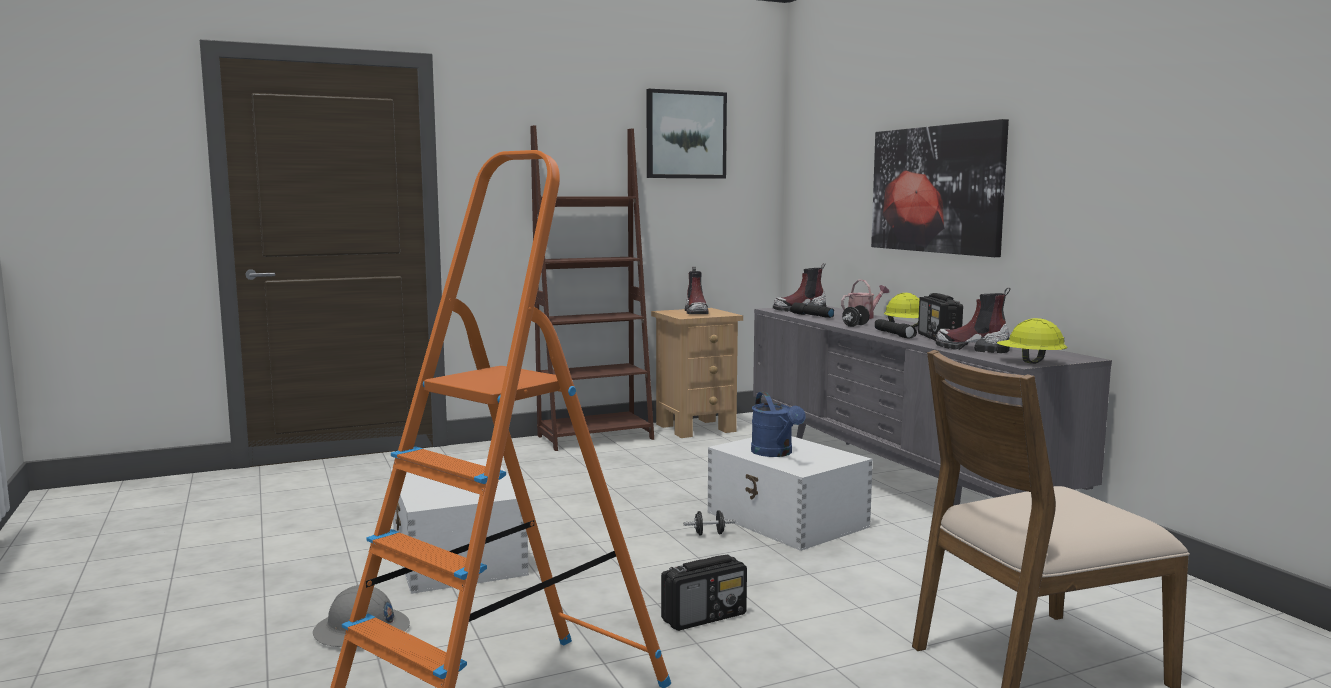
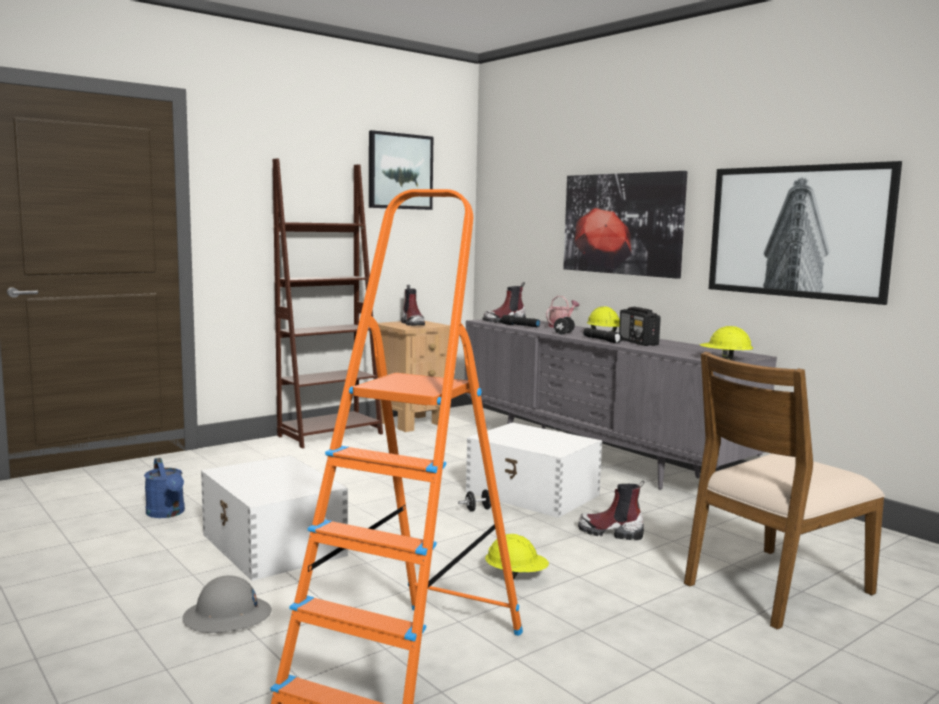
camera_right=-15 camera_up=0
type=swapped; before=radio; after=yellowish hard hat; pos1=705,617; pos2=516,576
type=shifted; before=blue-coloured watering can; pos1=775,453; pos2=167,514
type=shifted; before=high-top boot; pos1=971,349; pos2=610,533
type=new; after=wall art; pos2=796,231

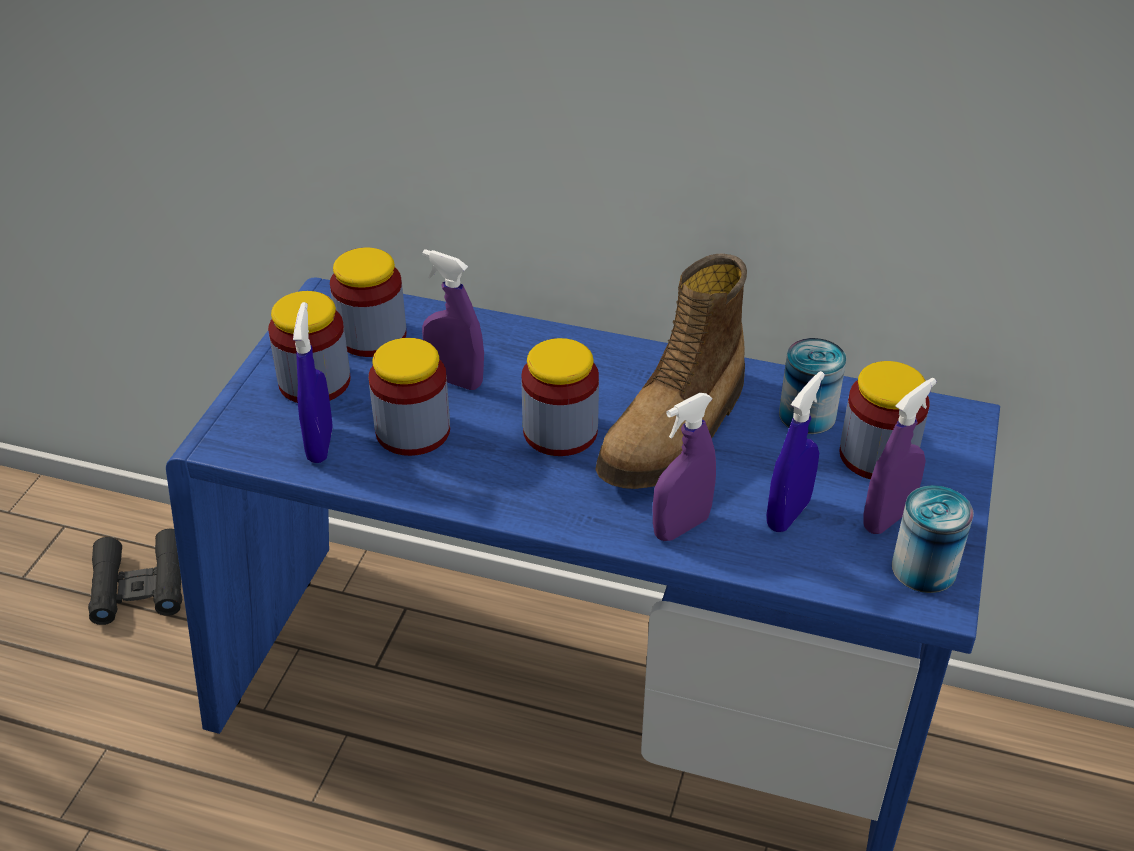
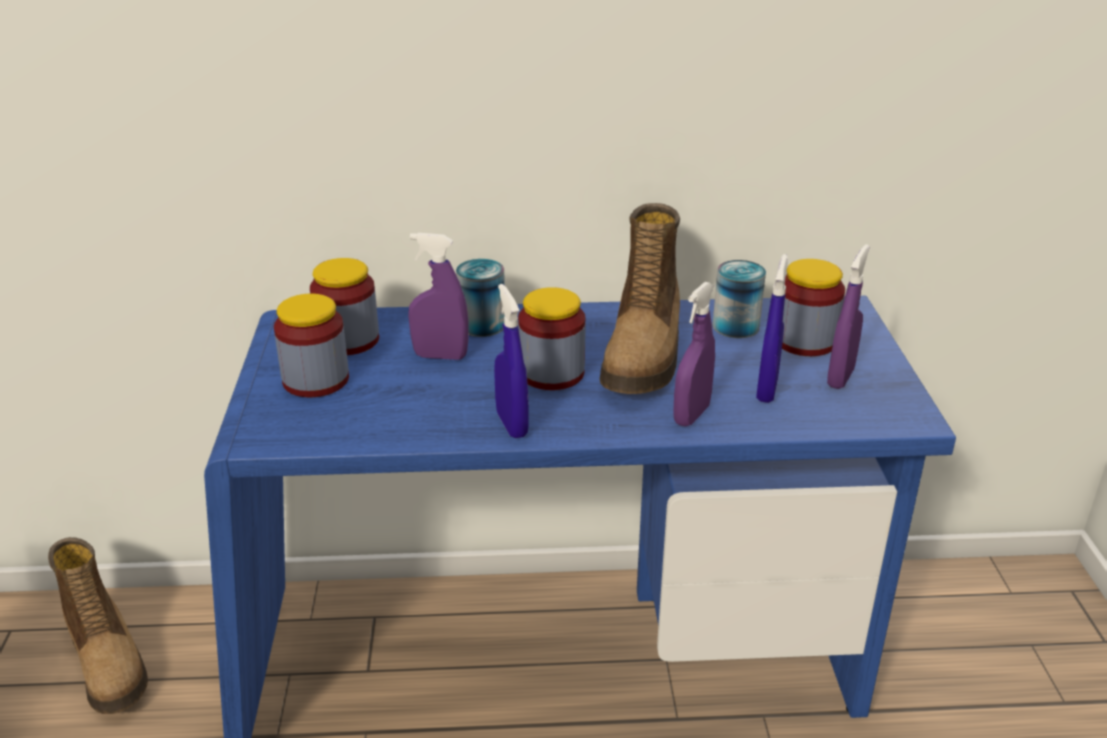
camera_right=-20 camera_up=-10
type=swapped; before=black pair of binoculars; after=high-top boot; pos1=139,585; pos2=109,662
type=shifted; before=blue-coloured spray bottle; pos1=320,444; pos2=512,424
type=gone; before=storage jar; pos1=413,431
type=shifted; before=metal can; pos1=924,568; pos2=482,325

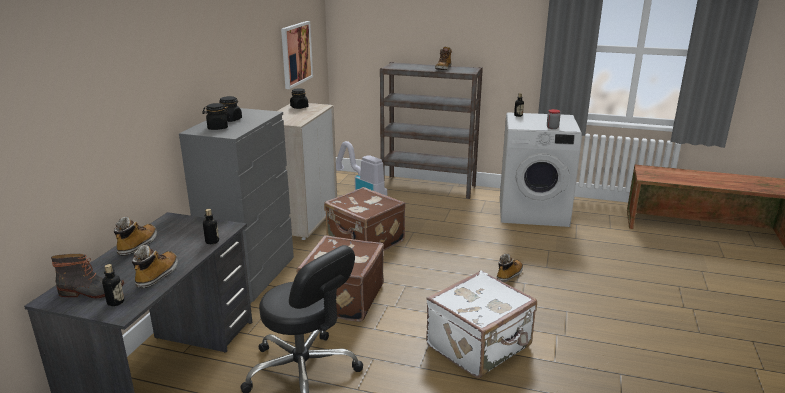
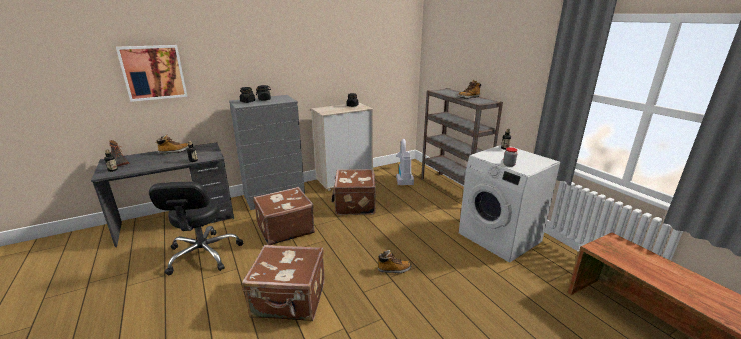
camera_right=45 camera_up=0
type=gone; before=high-top boot; pos1=157,275
type=shifted; before=wall art; pos1=296,54; pos2=153,72
type=repainted; before=whitish travel case; after=brownish travel case; pos1=480,346; pos2=289,300

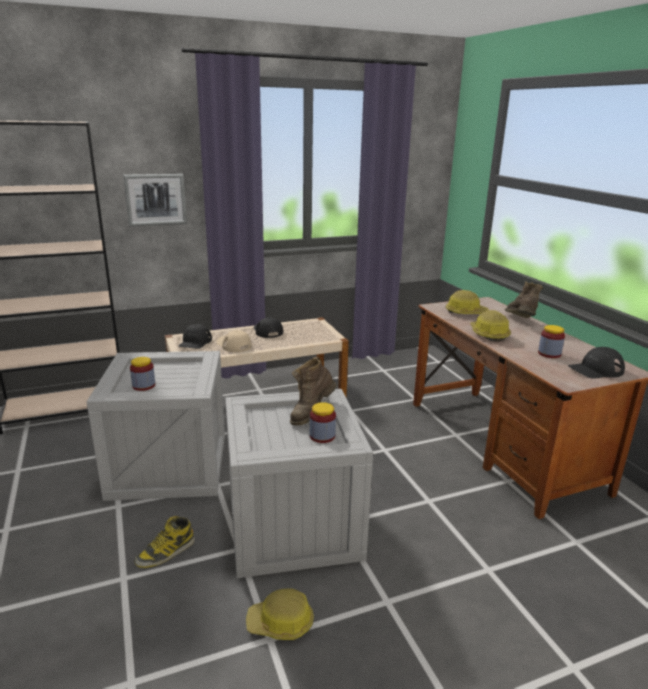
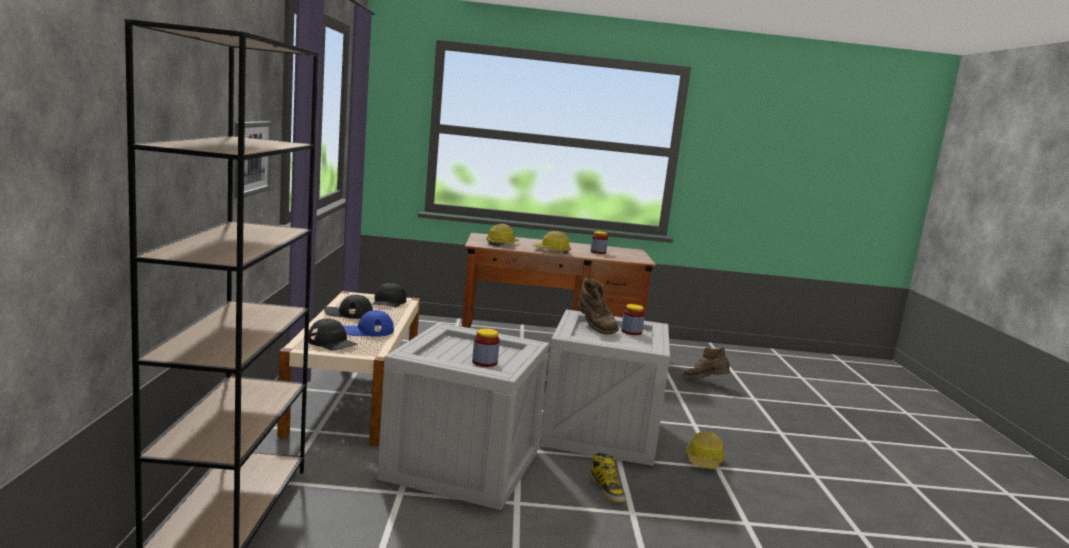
camera_right=-70 camera_up=-10
type=repainted; before=beige-coloured baseball cap; after=blue-coloured baseball cap; pos1=233,345; pos2=367,331
type=shifted; before=brownish high-top boot; pos1=520,321; pos2=704,382
type=shifted; before=black baseball cap; pos1=595,370; pos2=388,302

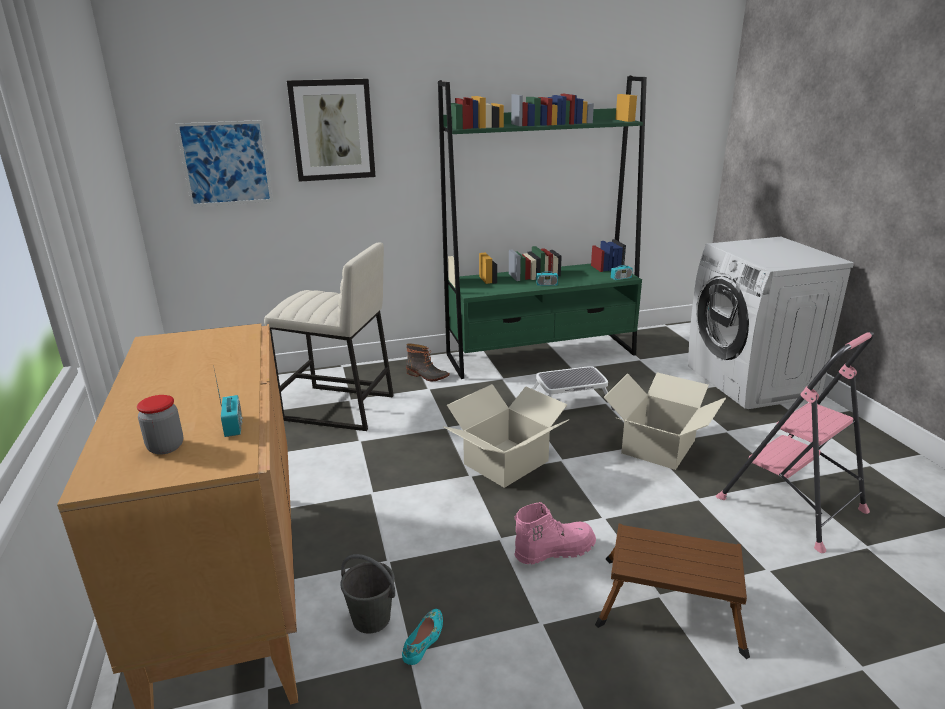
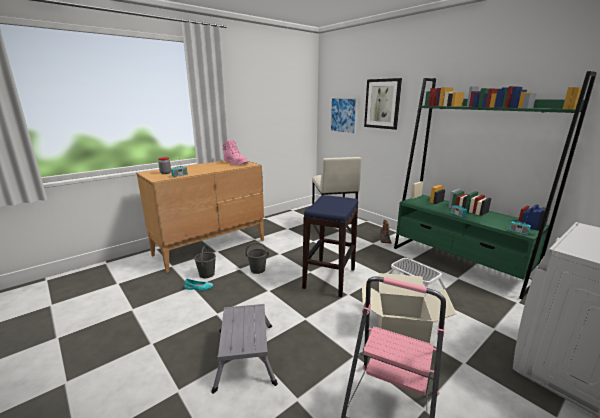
camera_right=65 camera_up=-5
type=swapped; before=packing box; after=sitting stool; pos1=507,462; pos2=329,278
type=shifted; before=pinkish high-top boot; pos1=554,550; pos2=236,163
type=repainted; before=brownish stepladder; after=gray stepladder; pos1=670,603; pos2=245,354
type=new; after=gray water bucket; pos2=258,270

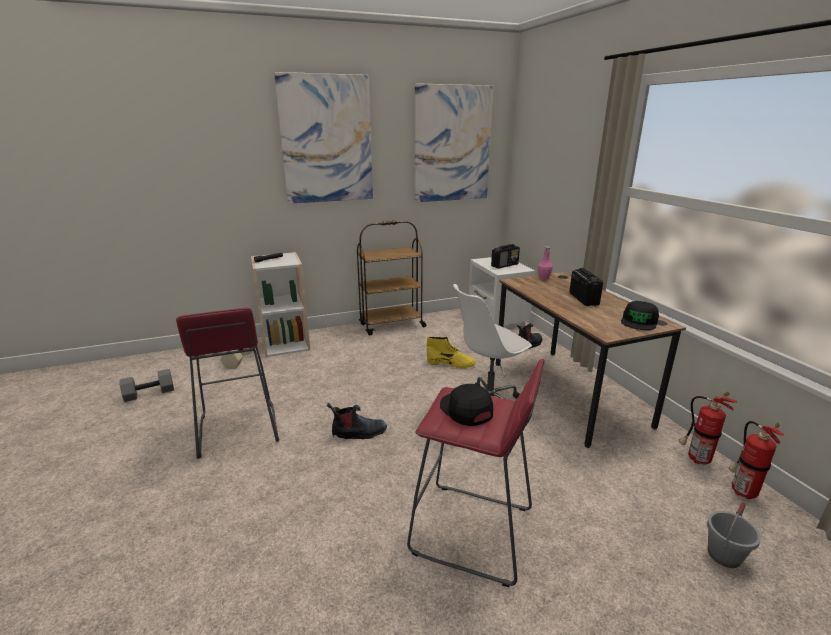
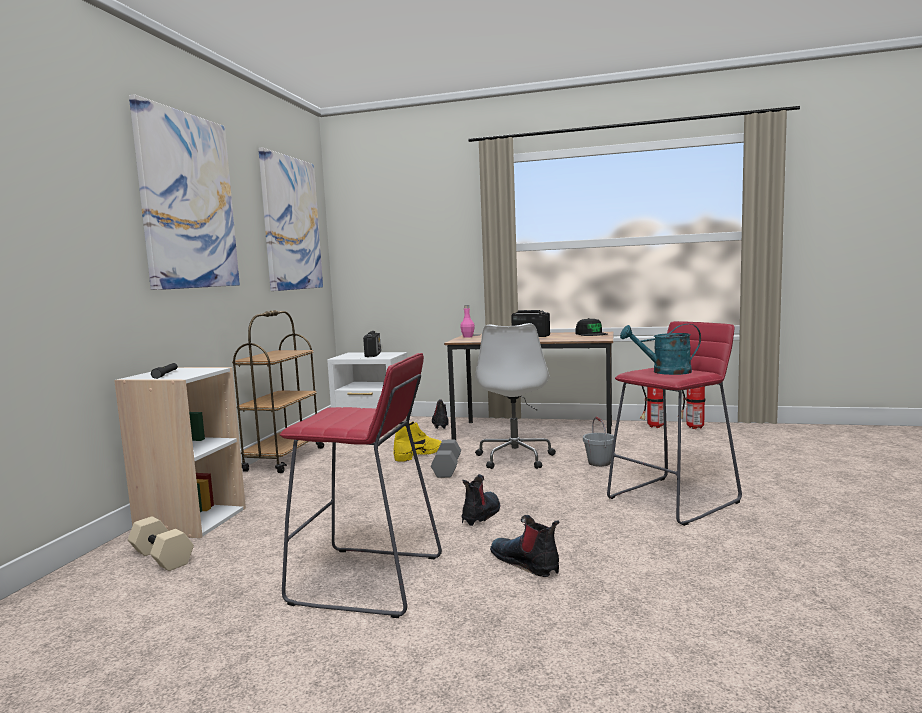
camera_right=-55 camera_up=-15
type=shifted; before=gray hand weight; pos1=150,393; pos2=446,468
type=swapped; before=black baseball cap; after=turquoise watering can; pos1=466,409; pos2=664,372
type=shifted; before=gray water bucket; pos1=724,555; pos2=599,463
type=new; after=high-top boot; pos2=526,563

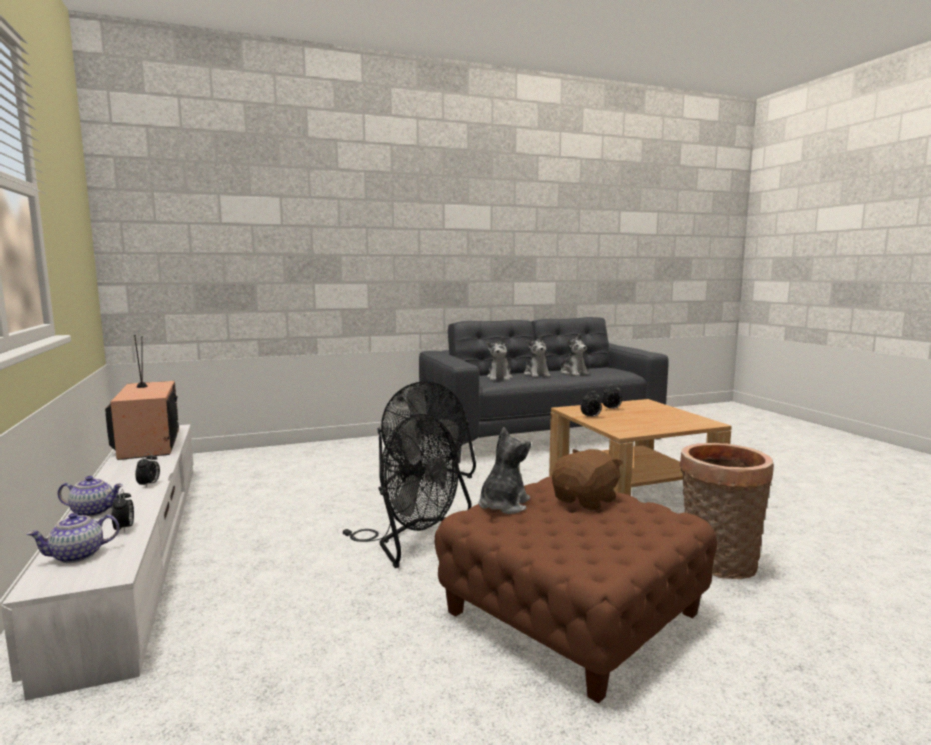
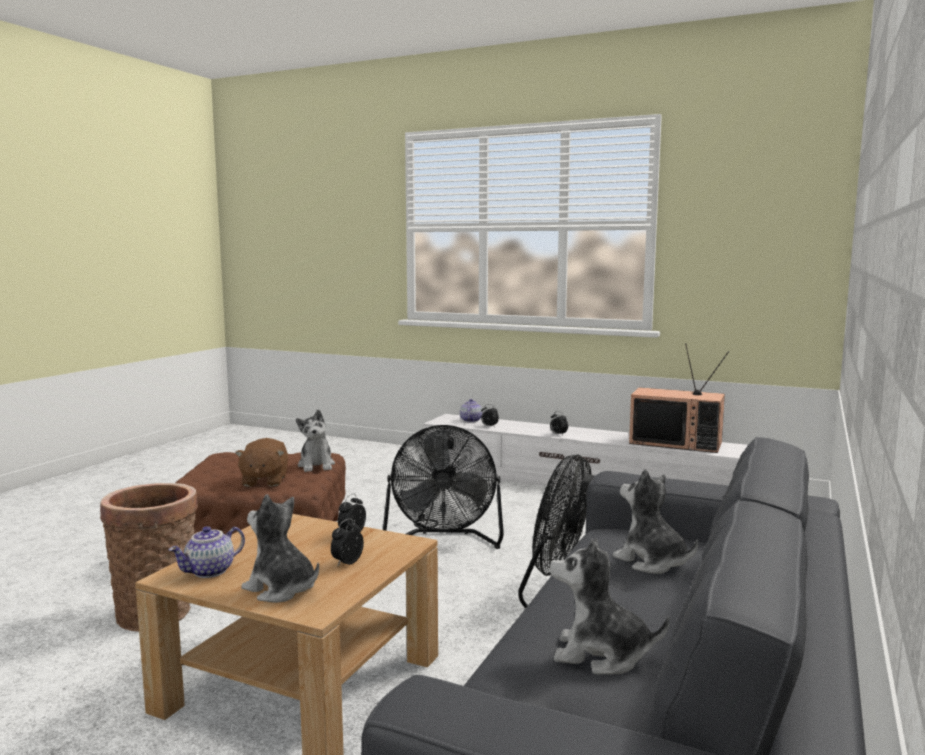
camera_right=135 camera_up=0
type=shifted; before=pot for tea; pos1=94,512; pos2=210,572
type=rotated; before=black fan; pos1=410,538; pos2=440,539; turn=-75
type=shifted; before=soft toy; pos1=536,374; pos2=281,589

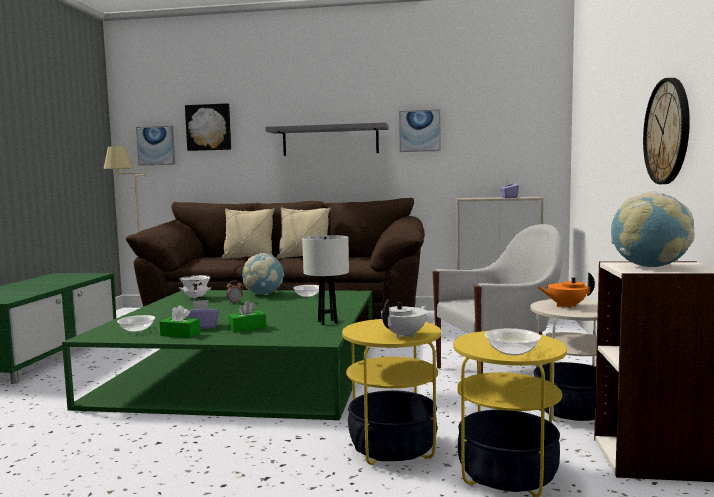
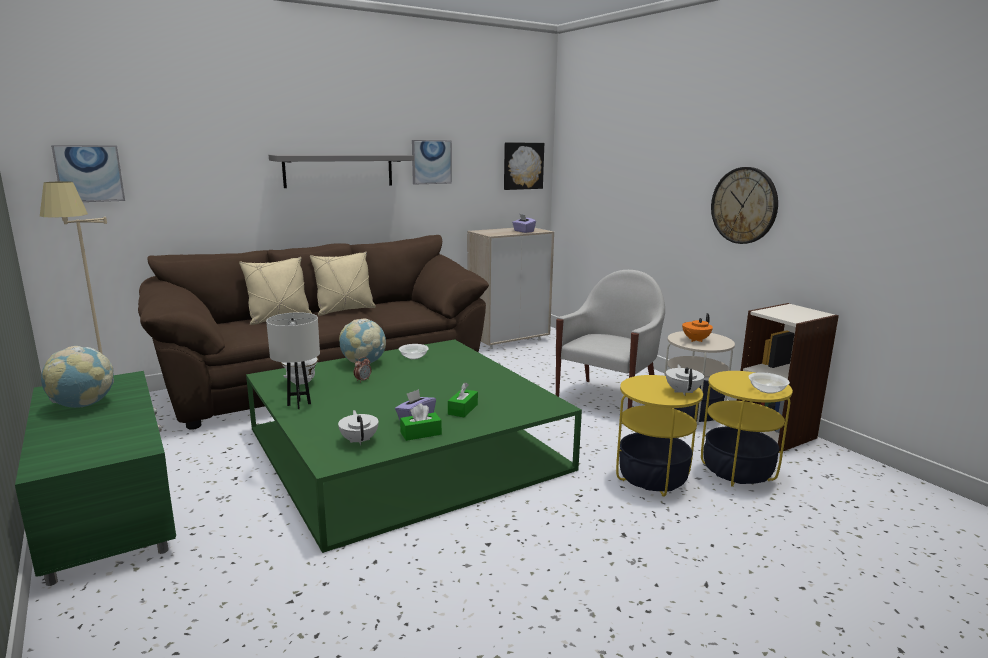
camera_right=-40 camera_up=10
type=swapped; before=deep dish; after=whitish pot for tea; pos1=137,330; pos2=359,440
type=shifted; before=wall art; pos1=209,127; pos2=522,166
type=shifted; before=whitish lamp for a table; pos1=327,322; pos2=299,404
type=shifted; before=world globe; pos1=649,267; pos2=83,405

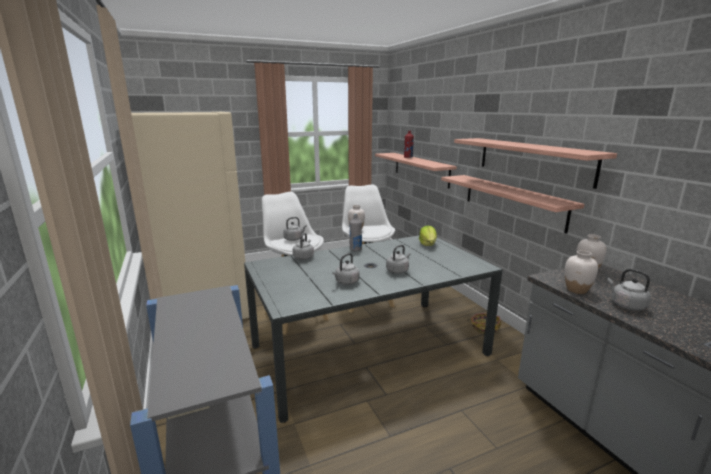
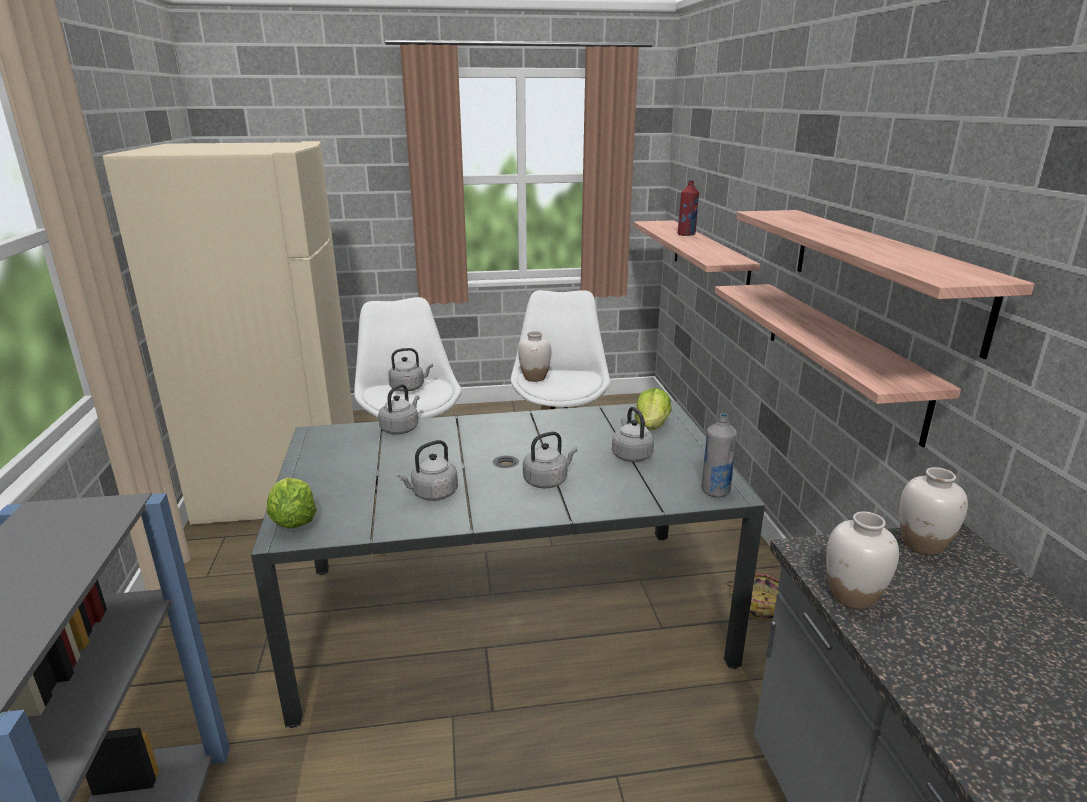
camera_right=15 camera_up=5
type=shifted; before=gray bottle; pos1=355,249; pos2=715,491
type=shifted; before=gray tea kettle; pos1=626,305; pos2=631,455
type=new; after=head of lettuce; pos2=293,521

